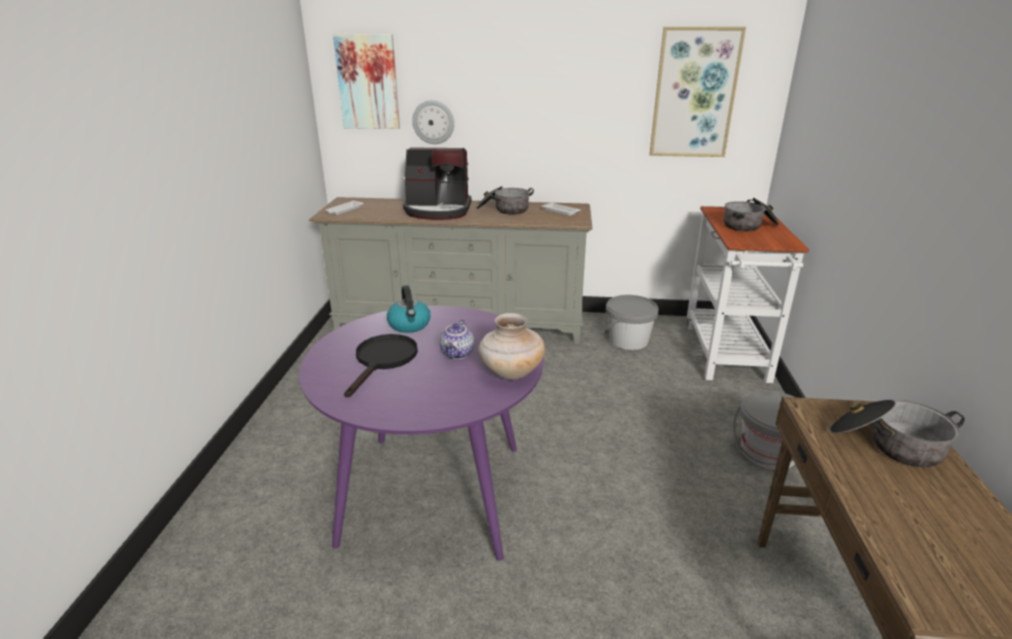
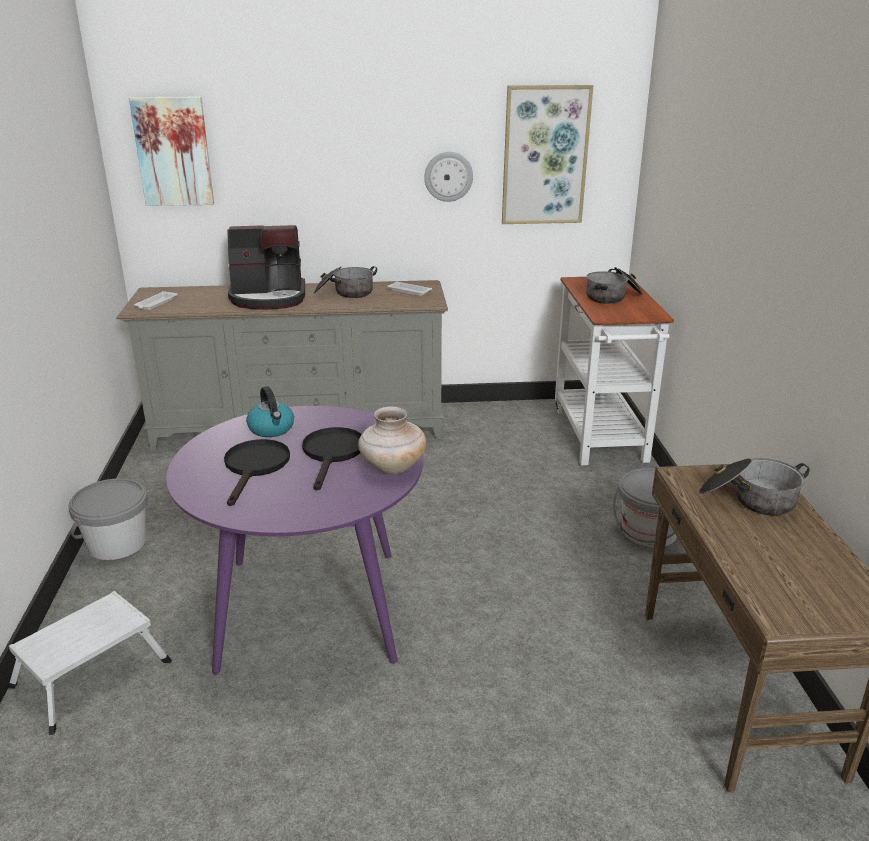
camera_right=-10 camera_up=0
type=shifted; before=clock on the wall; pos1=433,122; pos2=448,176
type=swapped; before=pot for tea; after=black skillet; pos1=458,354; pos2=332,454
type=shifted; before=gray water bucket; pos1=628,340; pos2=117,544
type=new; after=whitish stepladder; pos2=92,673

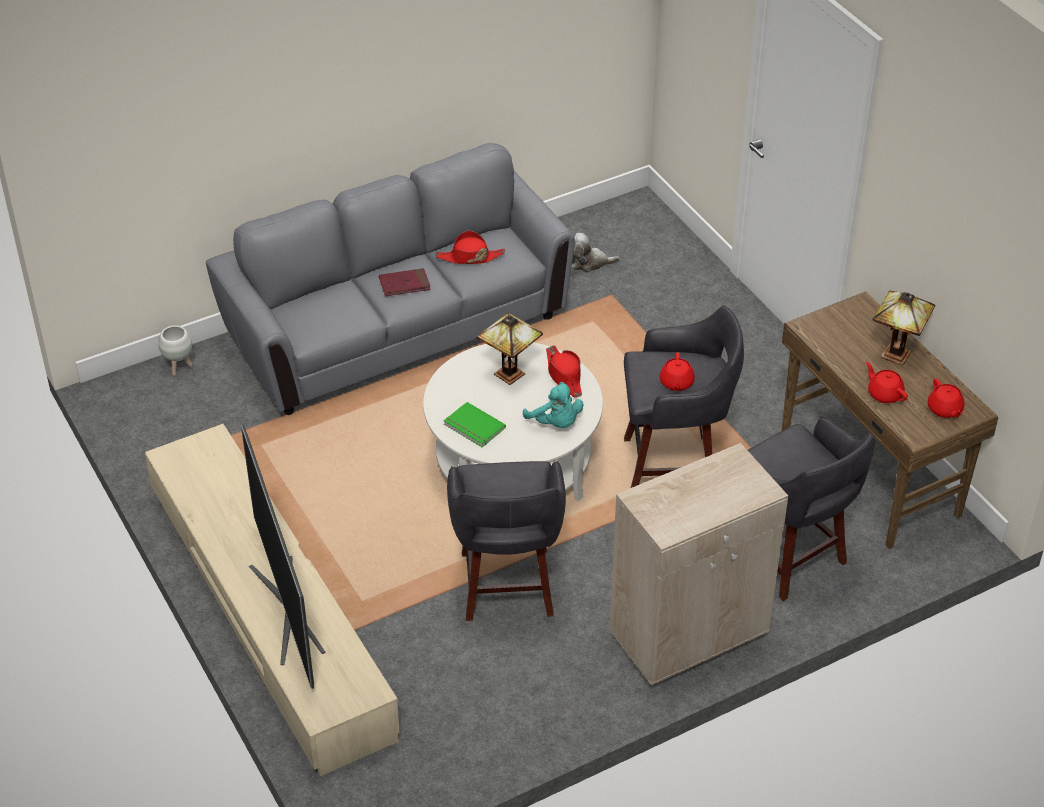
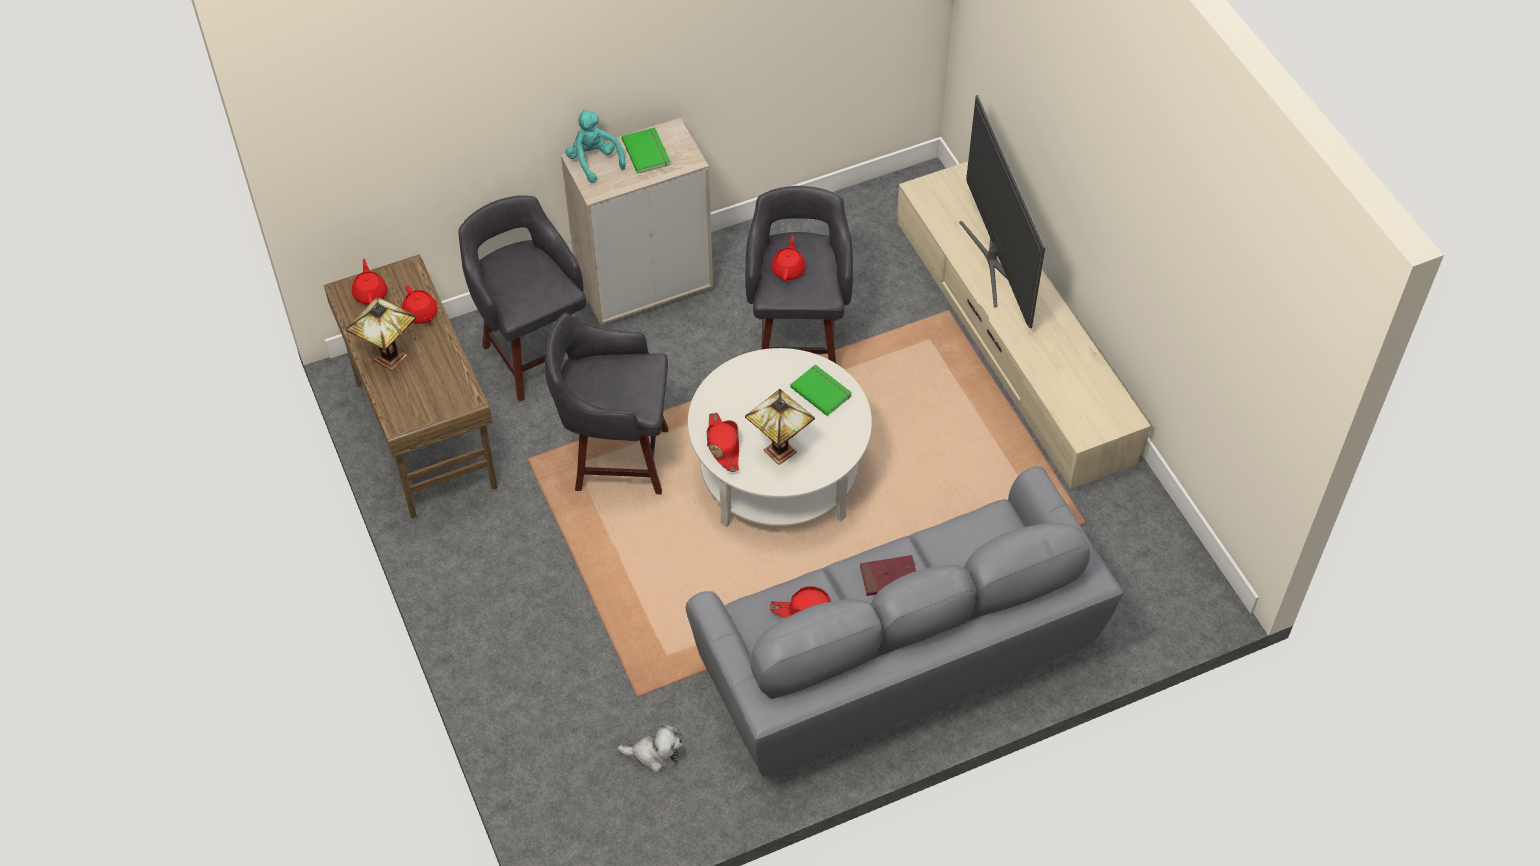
camera_right=-175 camera_up=10
type=gone; before=whitish planter; pos1=179,367
type=shifted; before=turquoise soft toy; pos1=555,423; pos2=594,161
type=shifted; before=red-coloured pot for tea; pos1=676,383; pos2=788,270
type=new; after=green-coloured bound book; pos2=647,151

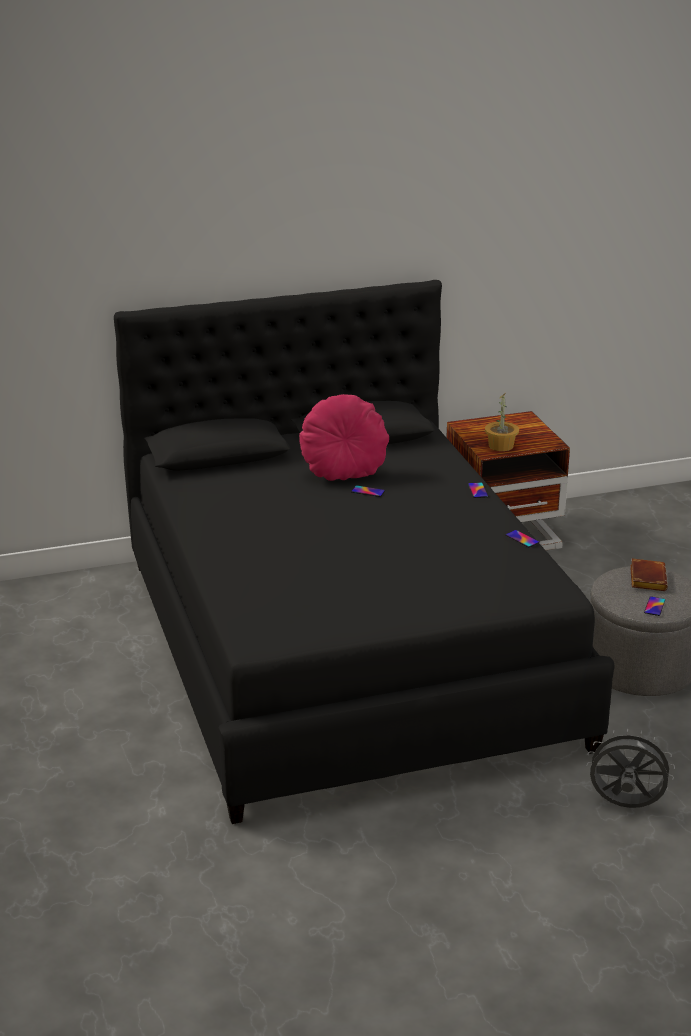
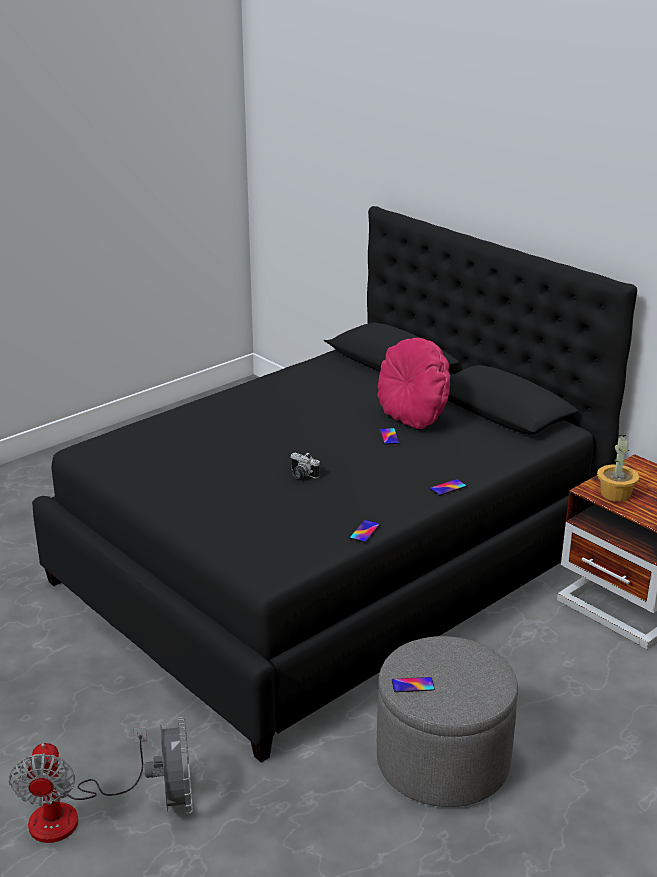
camera_right=65 camera_up=0
type=gone; before=brownish bound book; pos1=646,578
type=new; after=fan; pos2=70,813
type=new; after=still camera; pos2=301,475

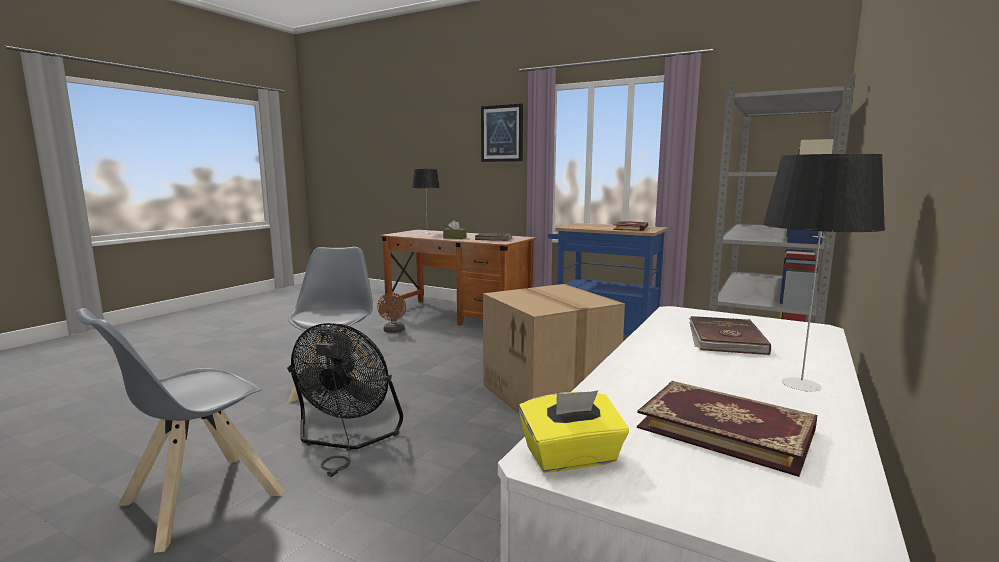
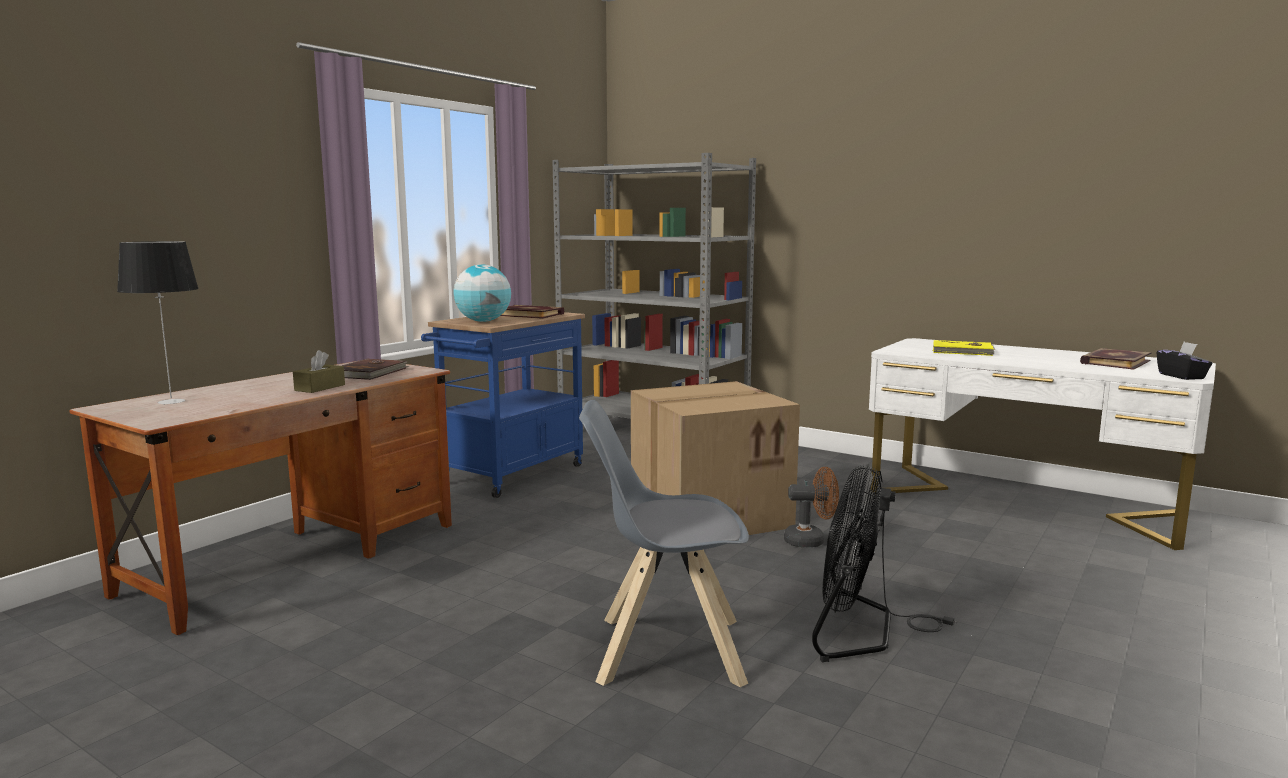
camera_right=-85 camera_up=0
type=gone; before=gray plain chair; pos1=197,501
type=shifted; before=brownish fan; pos1=393,331; pos2=811,541
type=gone; before=wall art; pos1=502,133
type=repainted; before=yellowish box of tissues; after=black box of tissues; pos1=572,457; pos2=1181,376
type=repainted; before=brownish bound book; after=yellowish bound book; pos1=724,339; pos2=962,351
type=gone; before=lamp for a table; pos1=802,384
type=new; after=world globe; pos2=483,321

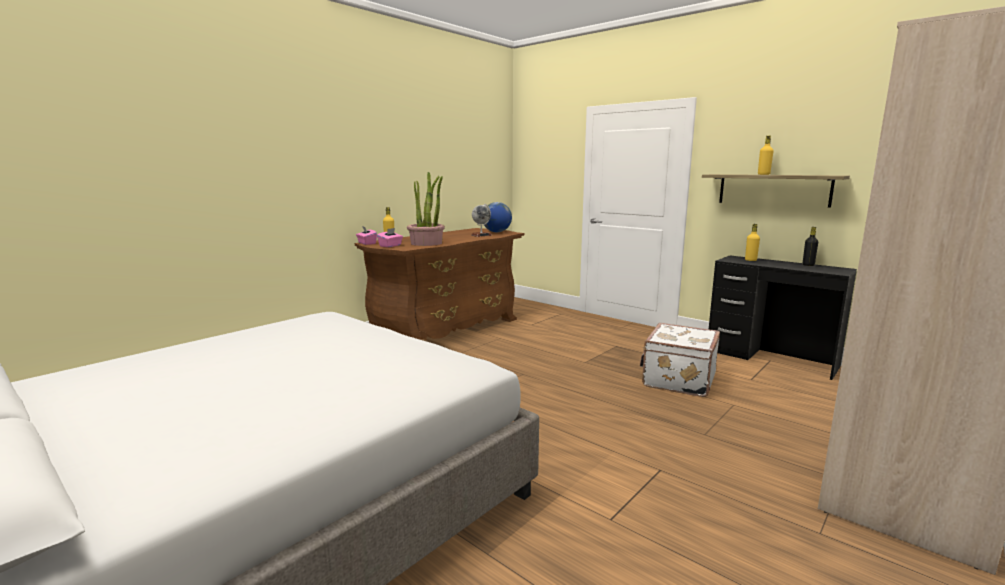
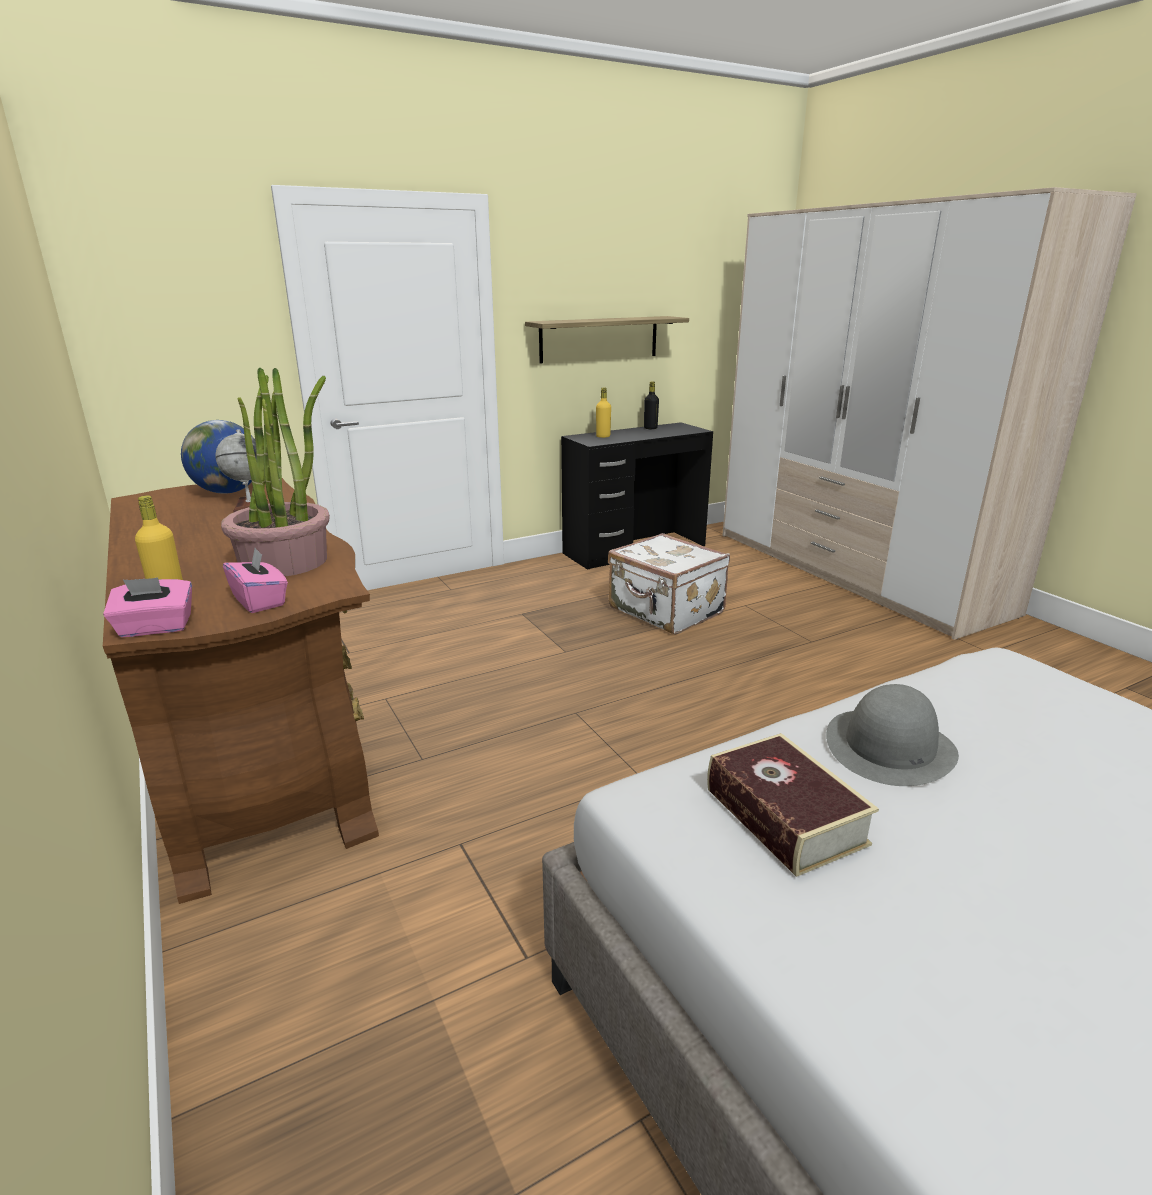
camera_right=-70 camera_up=10
type=gone; before=yellowish bottle; pos1=763,174
type=new; after=bound book; pos2=784,816
type=new; after=gray hat; pos2=890,747

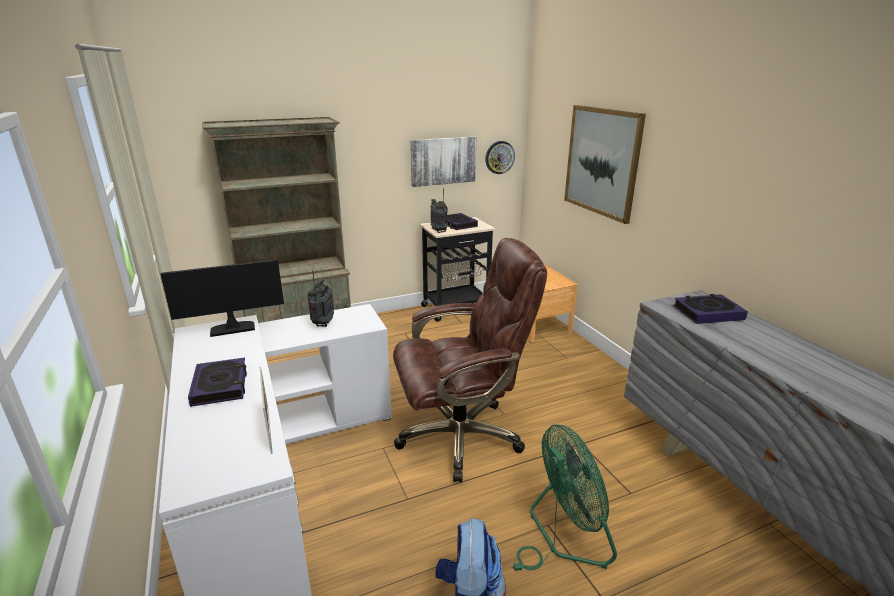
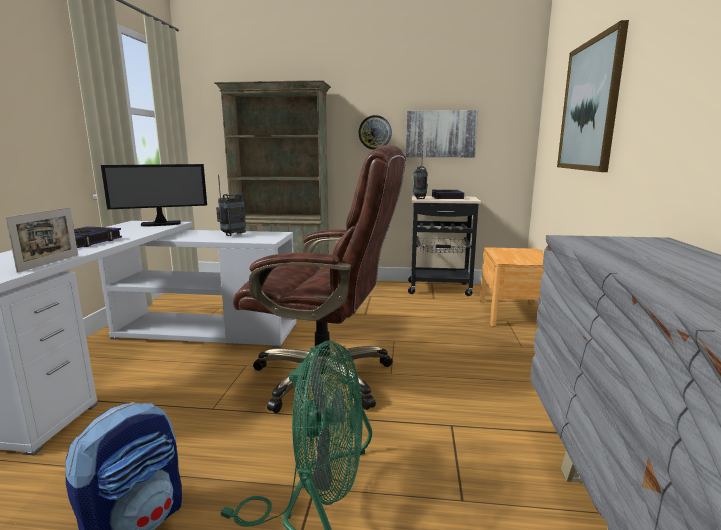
camera_right=30 camera_up=-10
type=rotated; before=monitor; pos1=233,329; pos2=161,224; turn=150
type=shifted; before=clock on the wall; pos1=499,157; pos2=375,132
type=gone; before=bound book; pos1=708,313

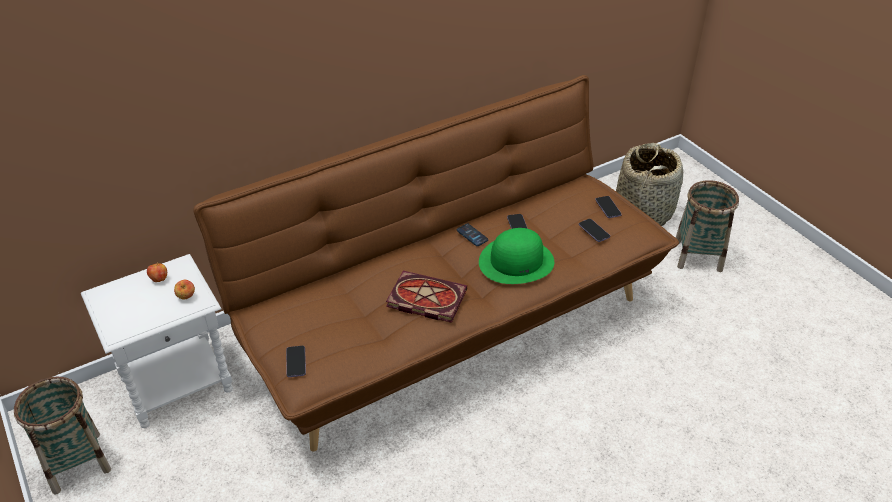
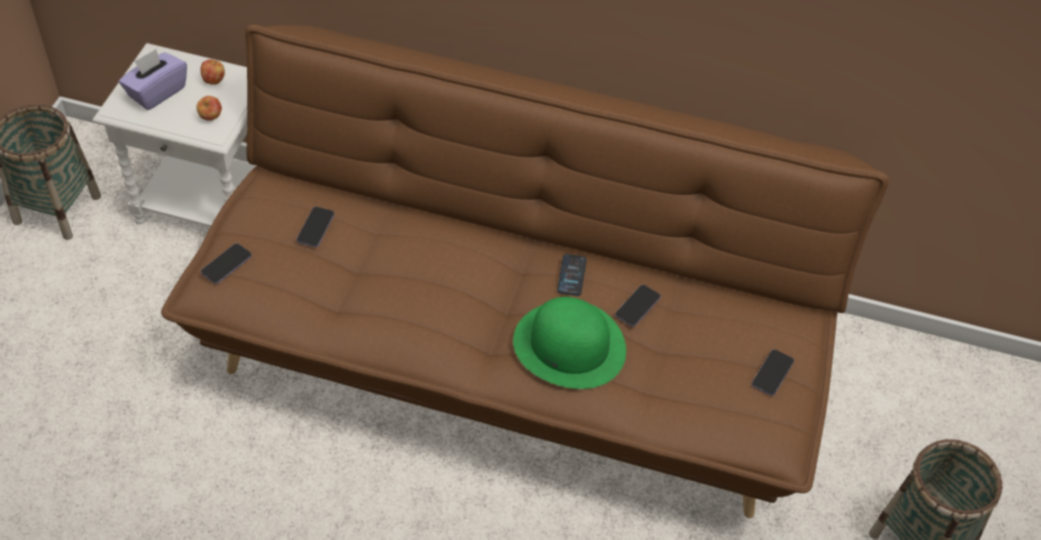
camera_right=45 camera_up=10
type=gone; before=bound book; pos1=424,299
type=shifted; before=telephone; pos1=594,231; pos2=315,228
type=gone; before=storage basket; pos1=644,210
type=new; after=purple-coloured box of tissues; pos2=157,92

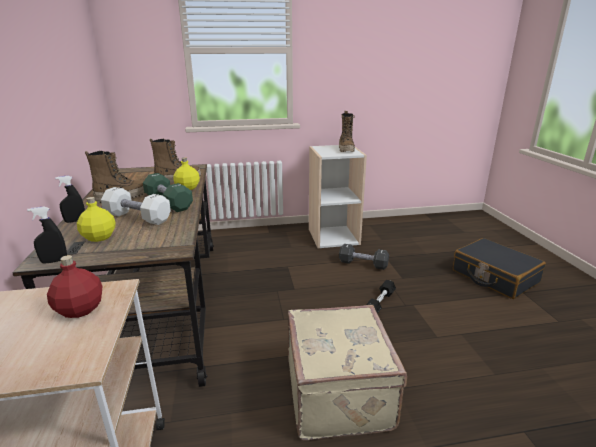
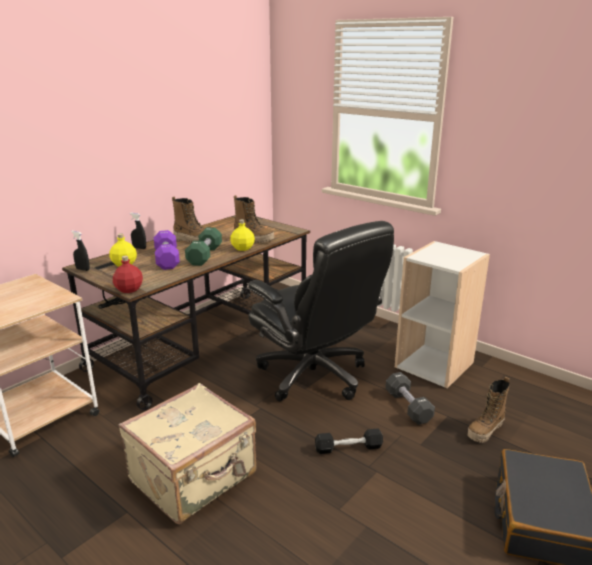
camera_right=50 camera_up=0
type=shifted; before=red-coloured bottle; pos1=80,310; pos2=129,290
type=repainted; before=whitish hand weight; after=purple-coloured hand weight; pos1=138,217; pos2=167,259
type=shifted; before=high-top boot; pos1=346,150; pos2=485,431
type=new; after=black computer chair; pos2=315,378

